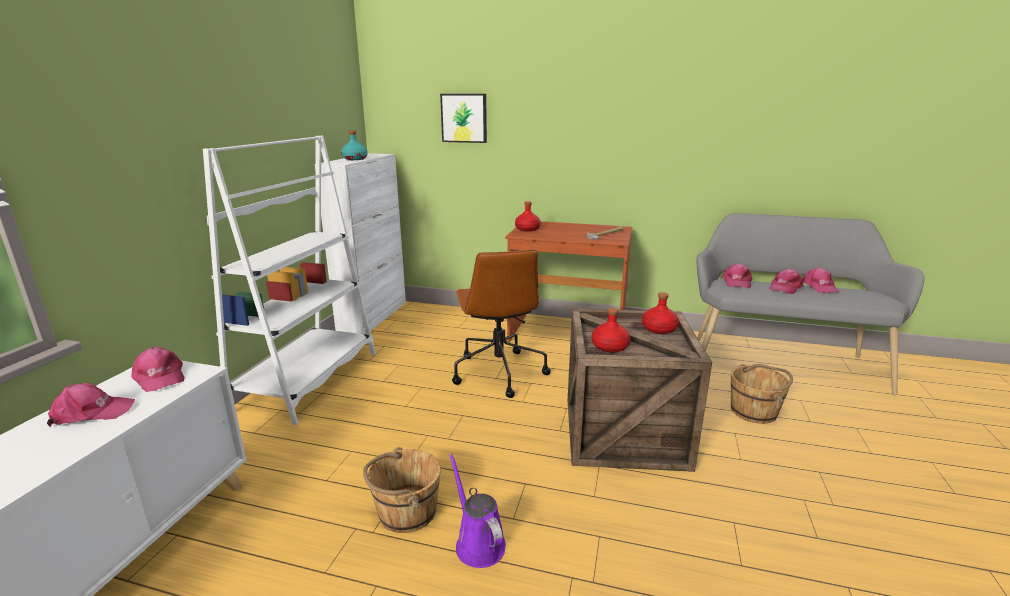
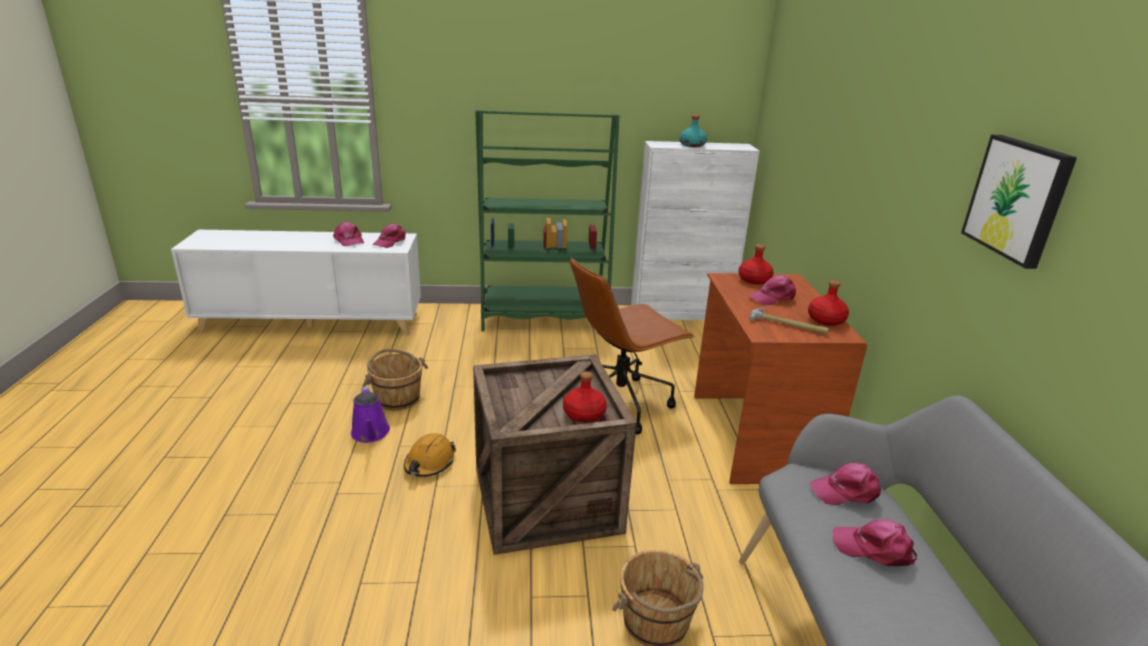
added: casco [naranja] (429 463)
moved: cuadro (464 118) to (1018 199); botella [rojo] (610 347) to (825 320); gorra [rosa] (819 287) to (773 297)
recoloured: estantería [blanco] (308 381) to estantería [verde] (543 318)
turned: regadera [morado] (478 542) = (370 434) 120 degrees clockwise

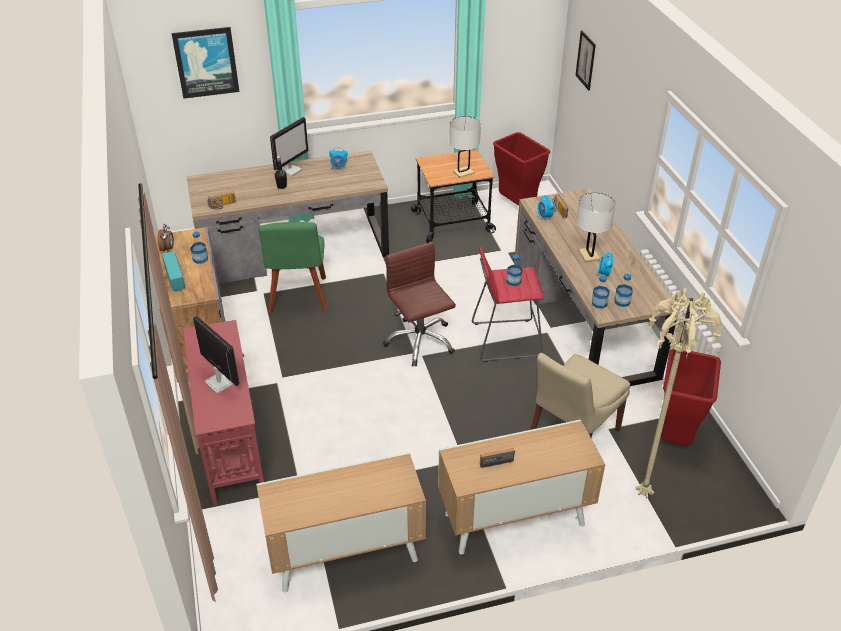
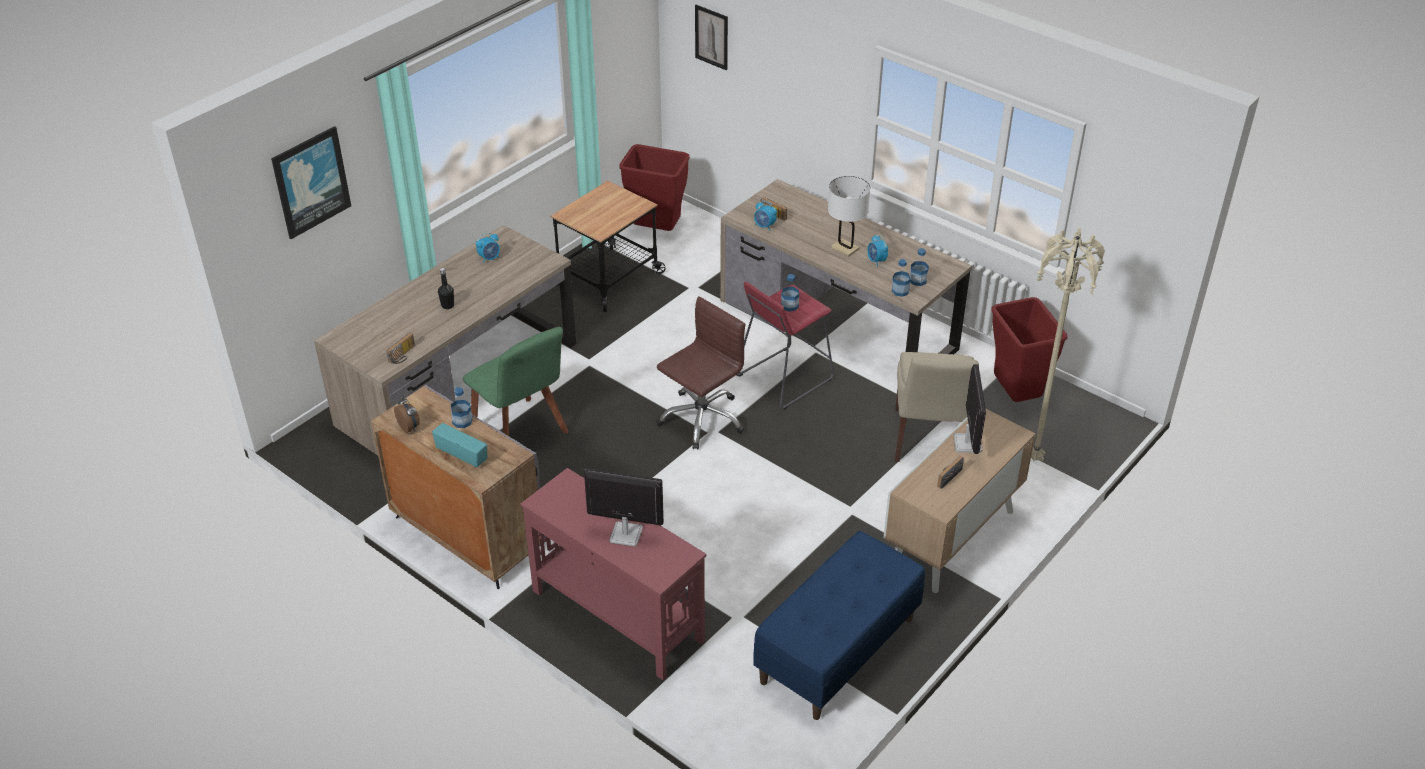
removed: lámpara de mesa [blanco] (463 172)
moved: monitor (290 170) to (967 443)
replaced: armario (345 555) to banco [azul] (837 651)
turned: silla de oficina [marrón] (419 341) = (701 419) 105 degrees clockwise

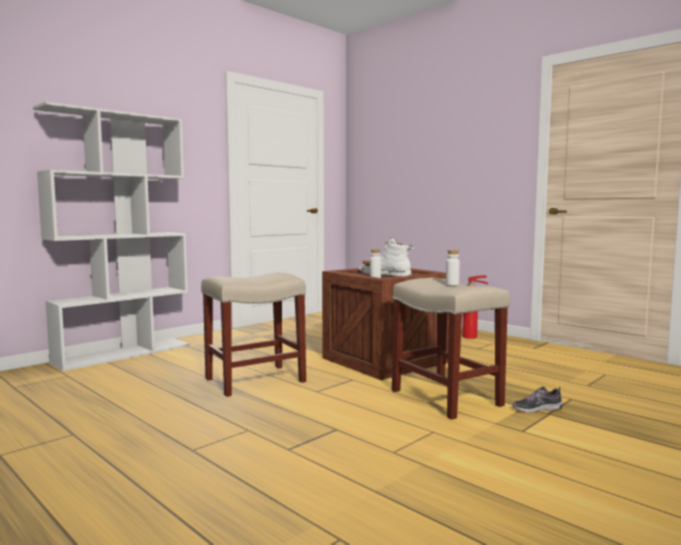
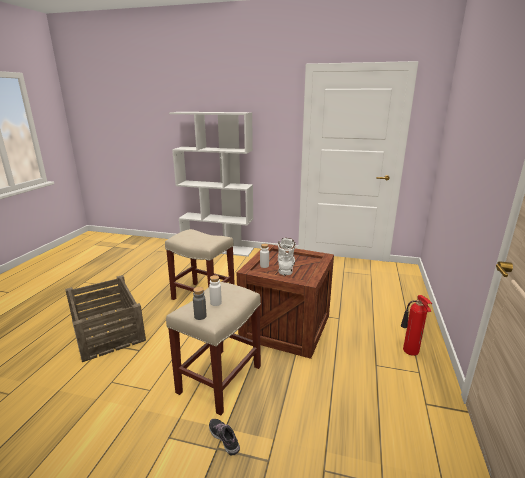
added: caja de embalaje (108 330); botella [gris] (200 316)

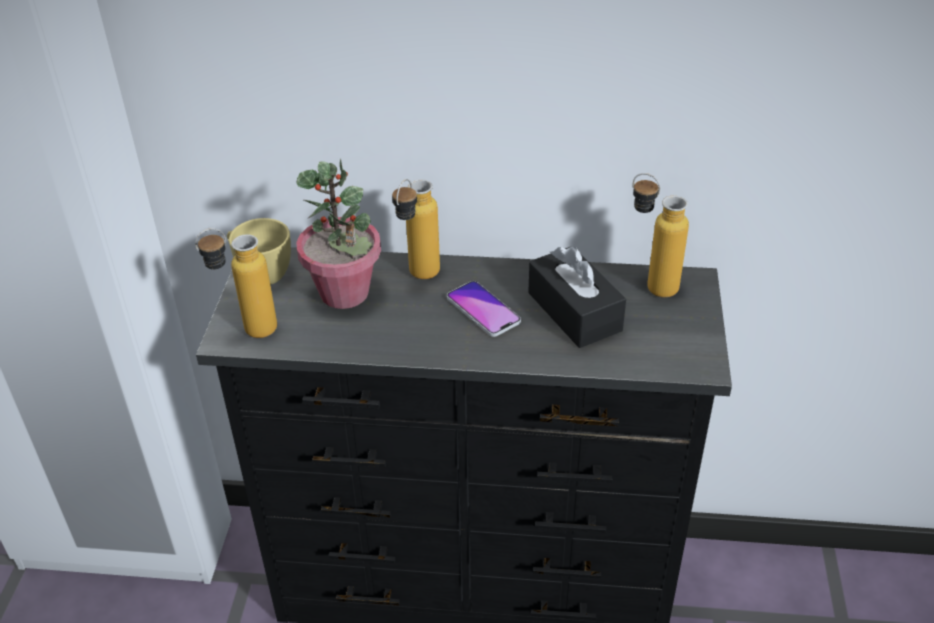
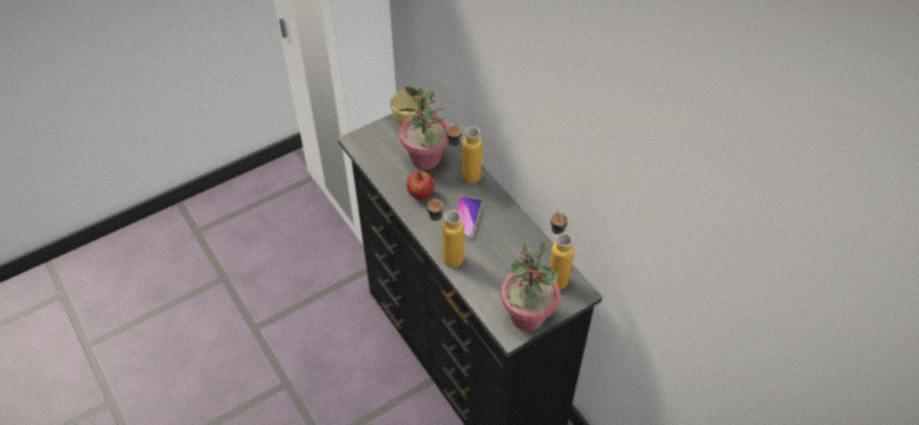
removed: caja de pañuelos [negro] (574 311)
added: manzana (421 194); planta en maceta (527 317)
moved: botella (247 332) to (445 256)

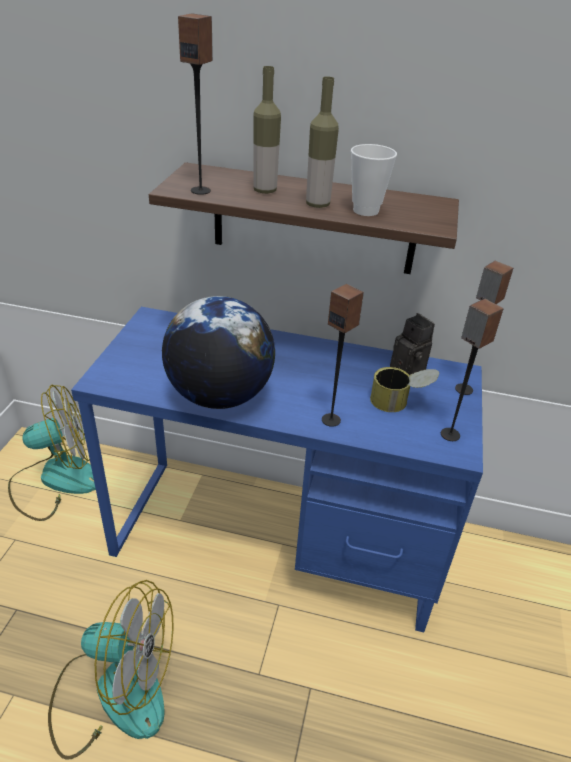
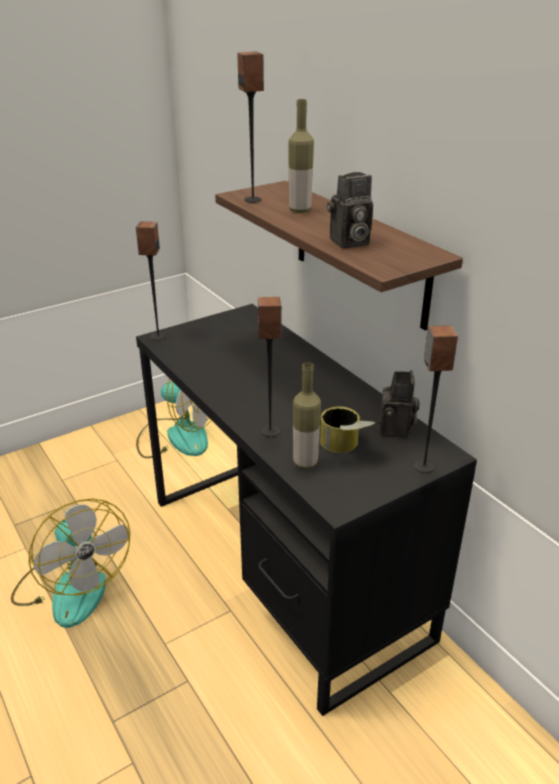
removed: globo terráqueo (219 396)
moved: botella (317 204) to (305 463); altavoz (449 435) to (158 336)
replaced: taza (365 211) to cámara (348 242)
recoloured: escritorio [azul] (277 539) to escritorio [negro] (283 565)

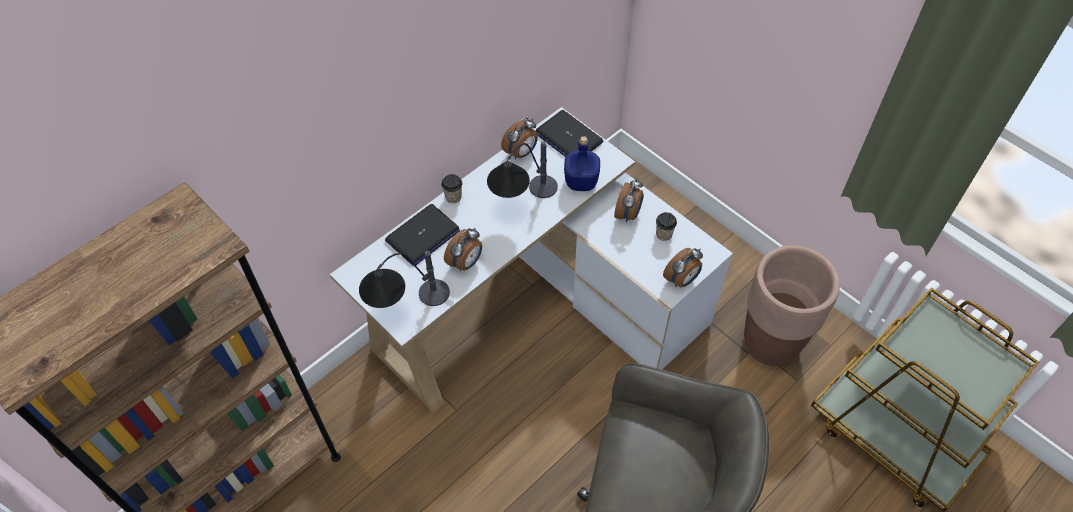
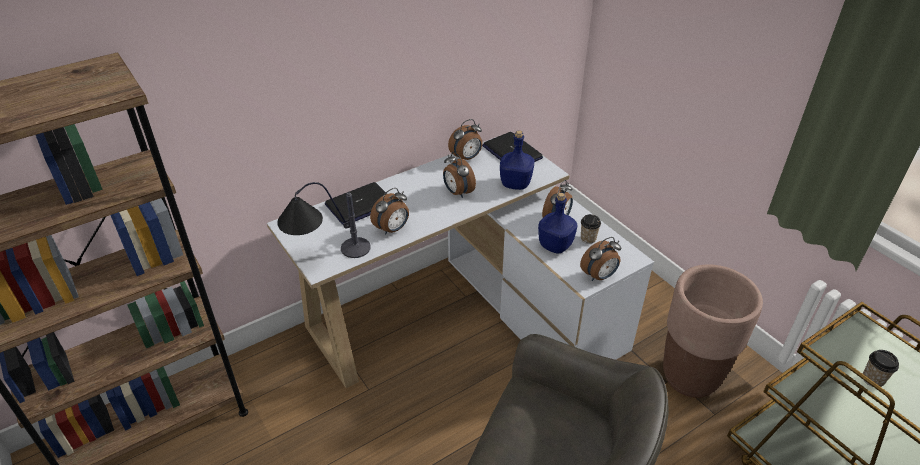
added: botella [azul] (555 245)
moved: taza (453 197) to (872 379)
replaced: lámpara de mesa (522 203) to despertador (457 192)

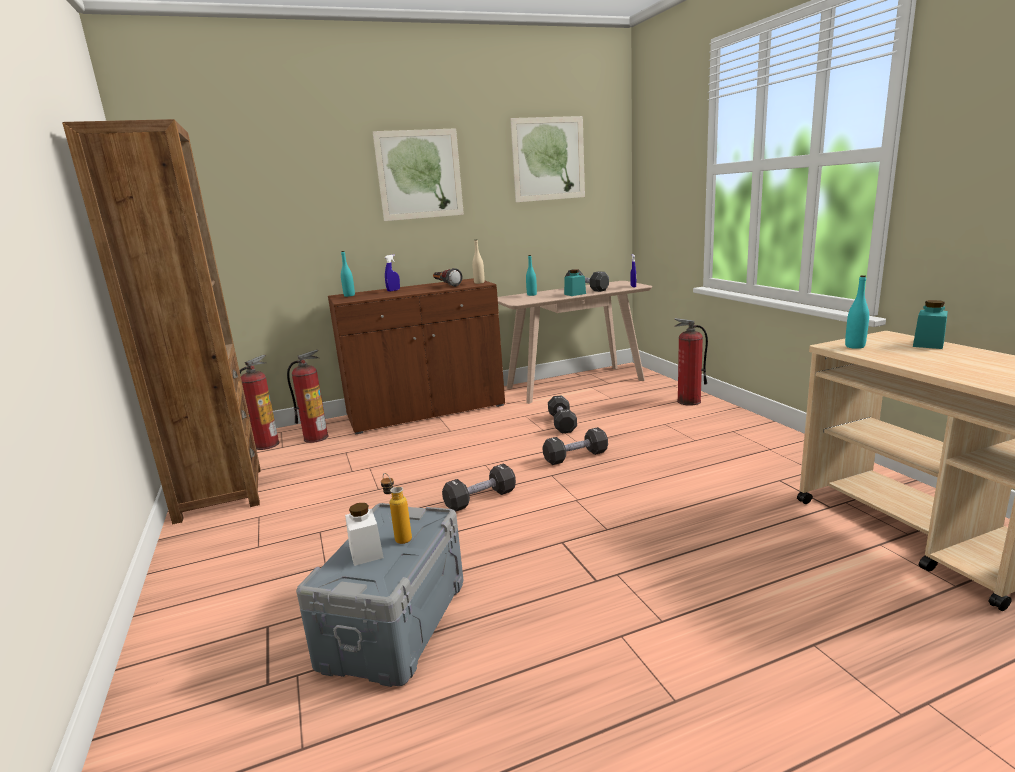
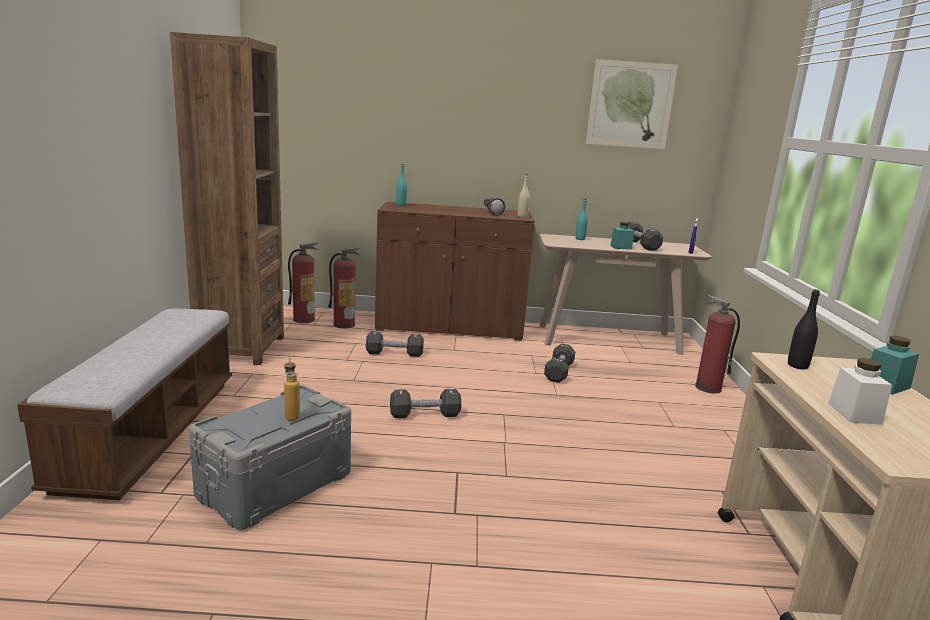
removed: cuadro (419 174); pulverizador [azul] (393 290)
added: banco (151 431)
moved: tarro [blanco] (366 552) to (854 414); mancuerna [negro] (575 457) to (394 353)
recoloured: botella [turquesa] (854 346) to botella [negro] (797 366)

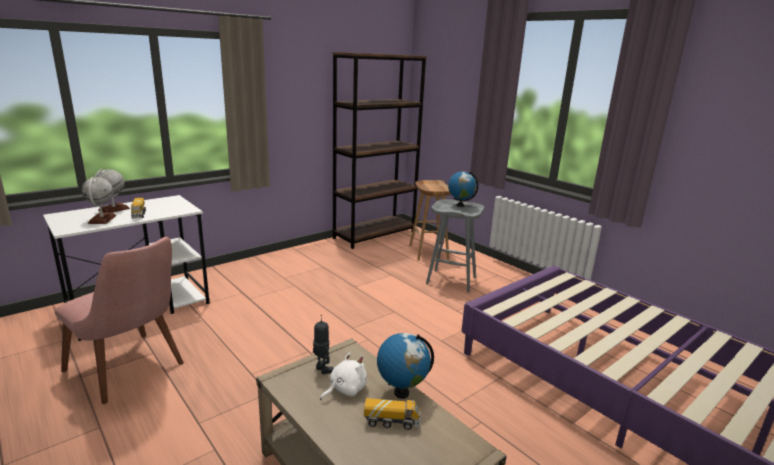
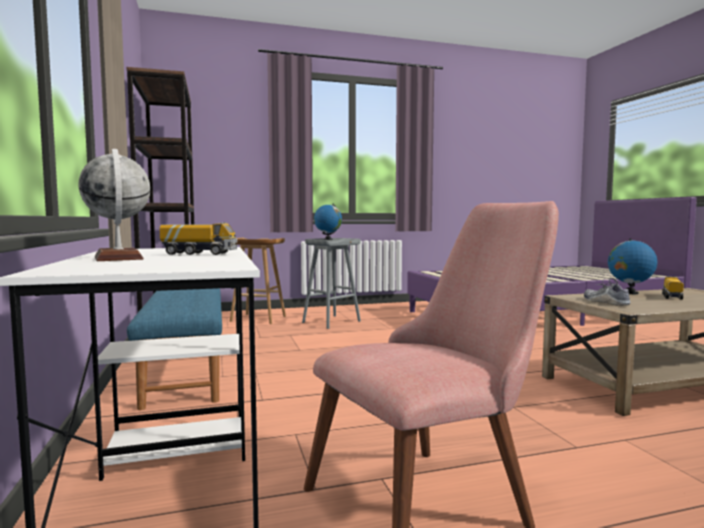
removed: globo terráqueo (102 219); peluche [blanco] (345 389)
added: banco [azul] (184 370)
replaced: robot de juguete (322 369) to zapato (605 302)

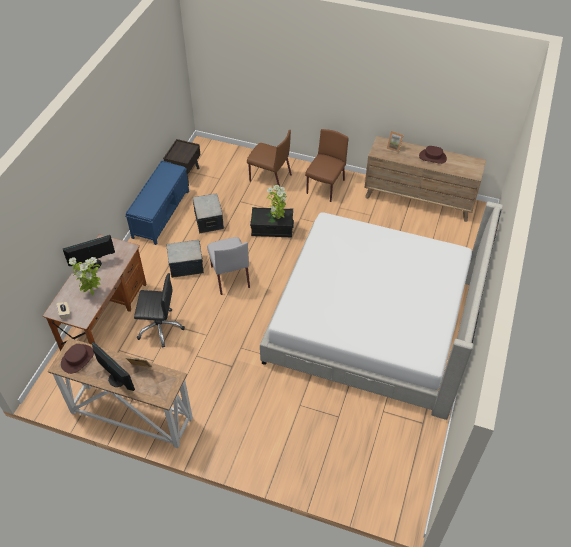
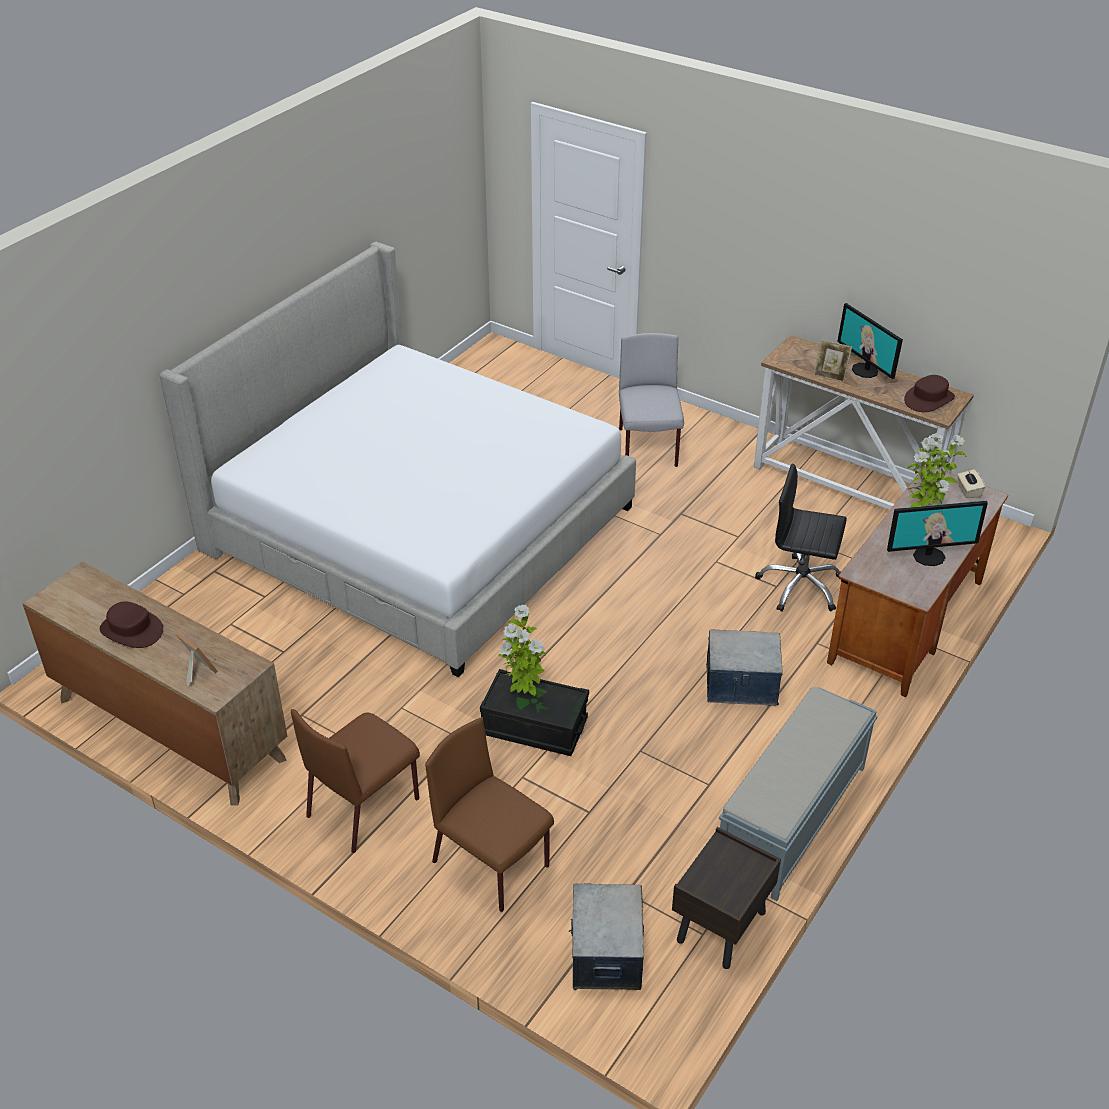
moved: caja de almacenaje (209 220) to (605 953); silla [gris] (230 276) to (648 449)
recoloured: banco [azul] (161 214) to banco [gris] (791 818)

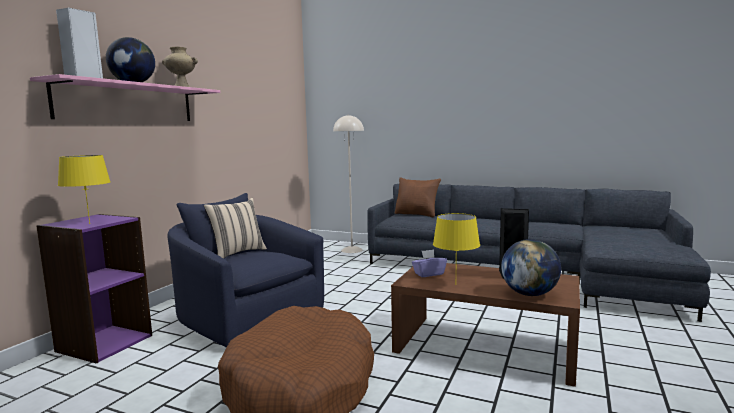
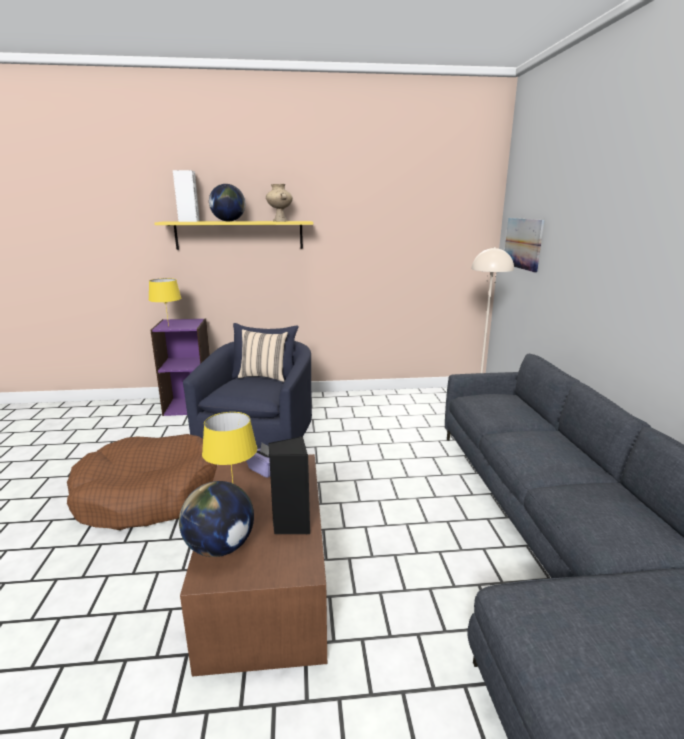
removed: cojín [marrón] (416 214)
added: cuadro (522 243)
recoloured: estante [rosa] (128 103) to estante [amarillo] (239 235)

